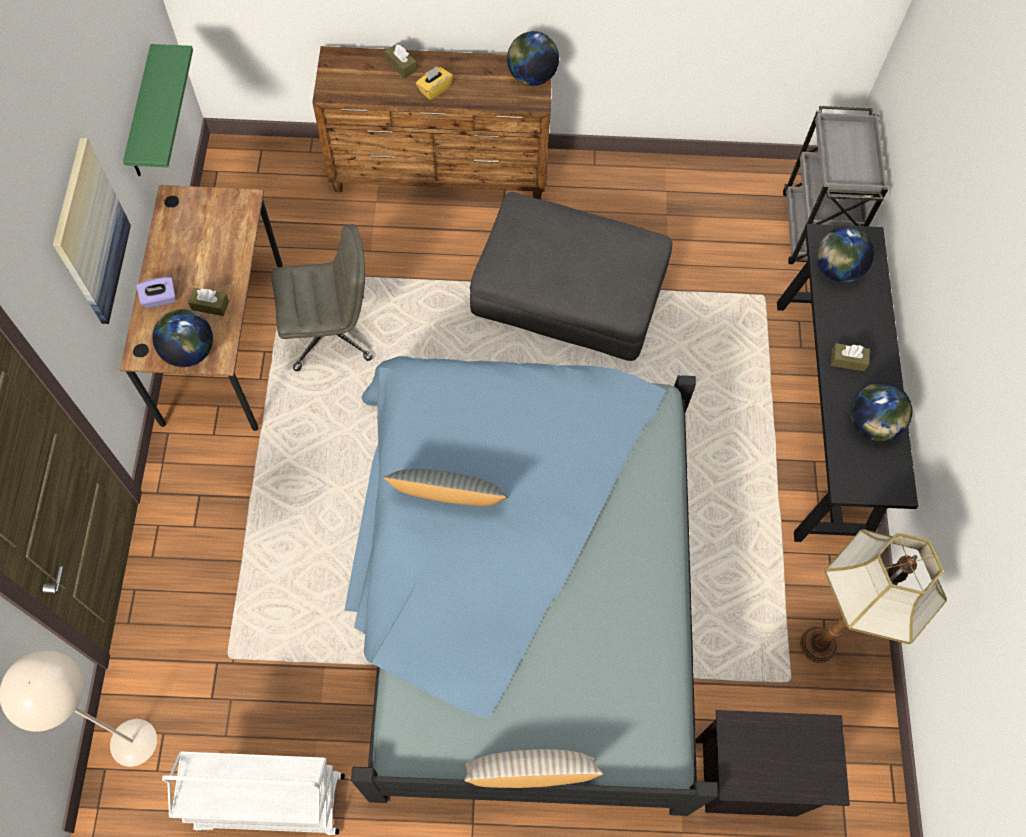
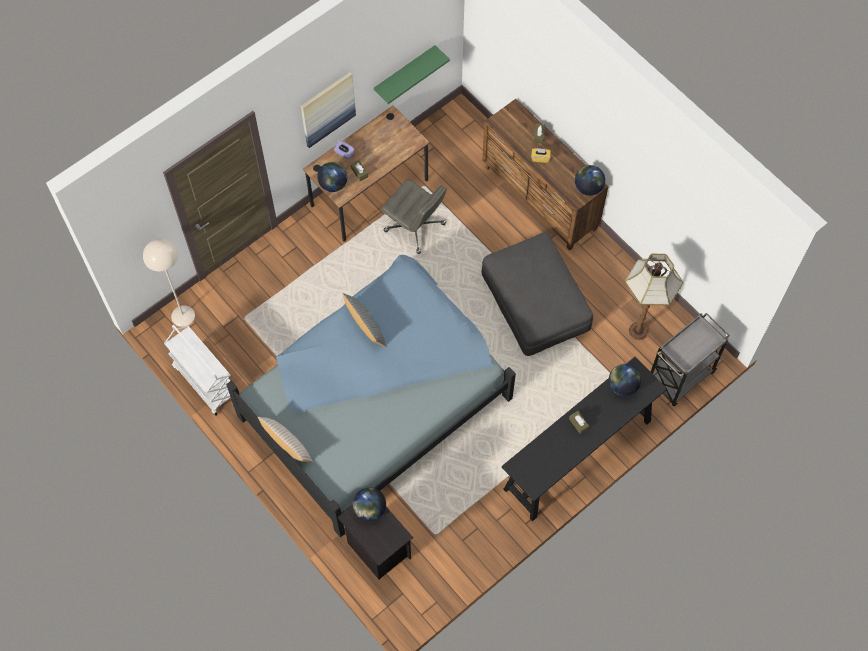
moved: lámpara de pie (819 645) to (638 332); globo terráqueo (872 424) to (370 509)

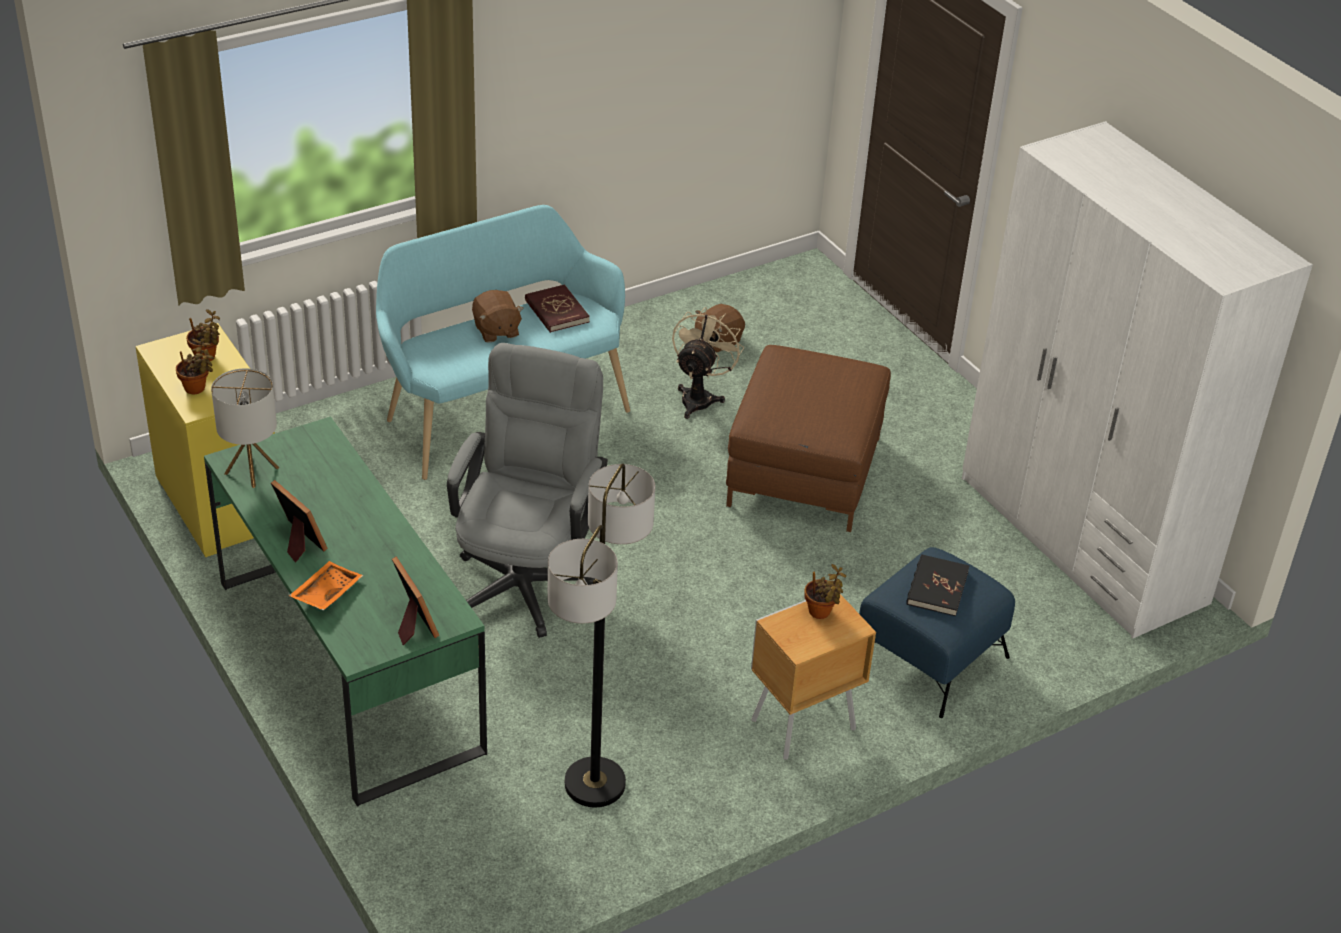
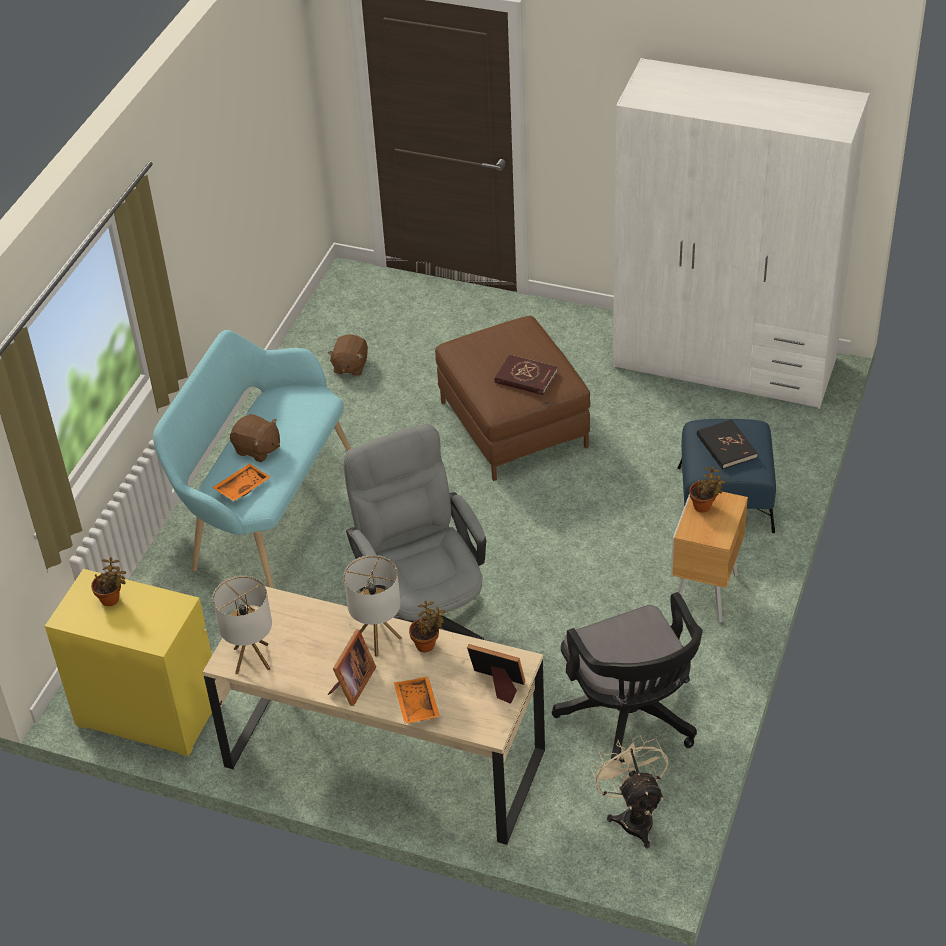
added: bandeja [naranja] (241 487); lámpara de mesa (378 638)
moved: planta en maceta (197 388) to (427 644); libro [rojo] (556 311) to (525 377); ventilador [beis] (699 397) to (633 816)
replaced: lámpara de pie (594 784) to silla de oficina [negro] (631 720)
recoloured: escritorio [verde] (349 665) to escritorio [beis] (384 758)
turned: portarretratos (298 542) = (351 685) 105 degrees clockwise

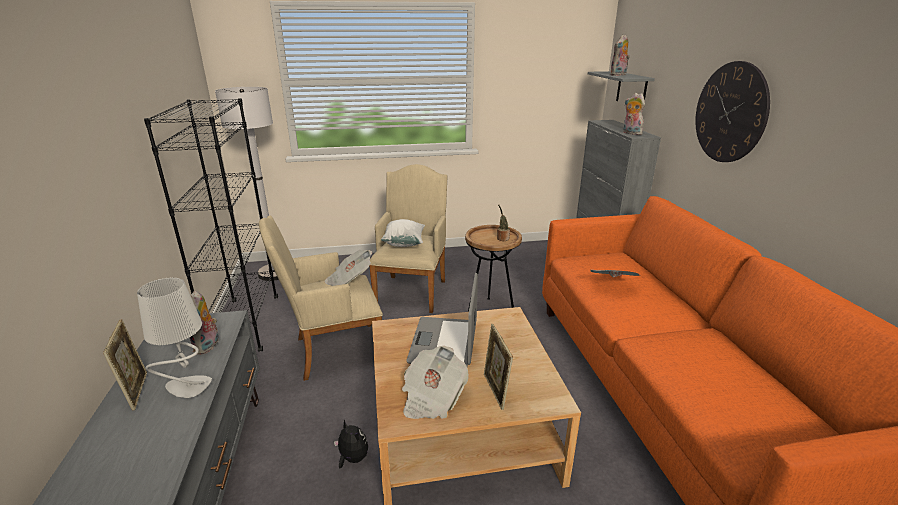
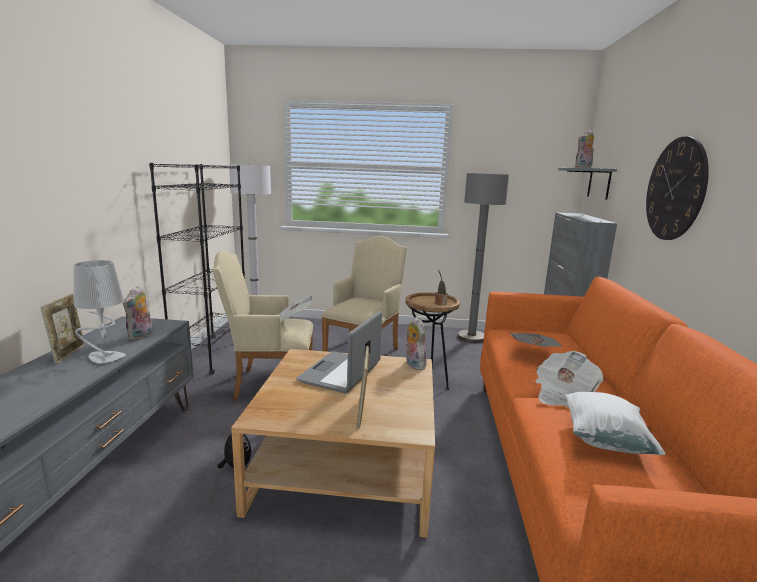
added: lámpara de pie [gris] (471 337)
moved: cojín [blanco] (404 243) to (605 440); periódico (432 398) to (563 395); peluche (630 133) to (413 364)

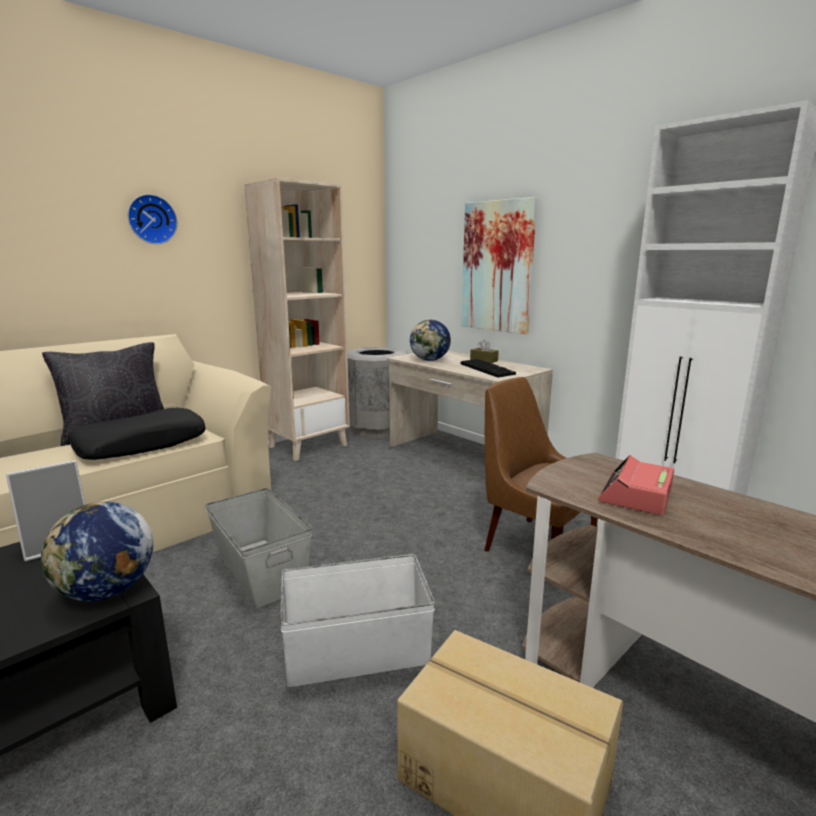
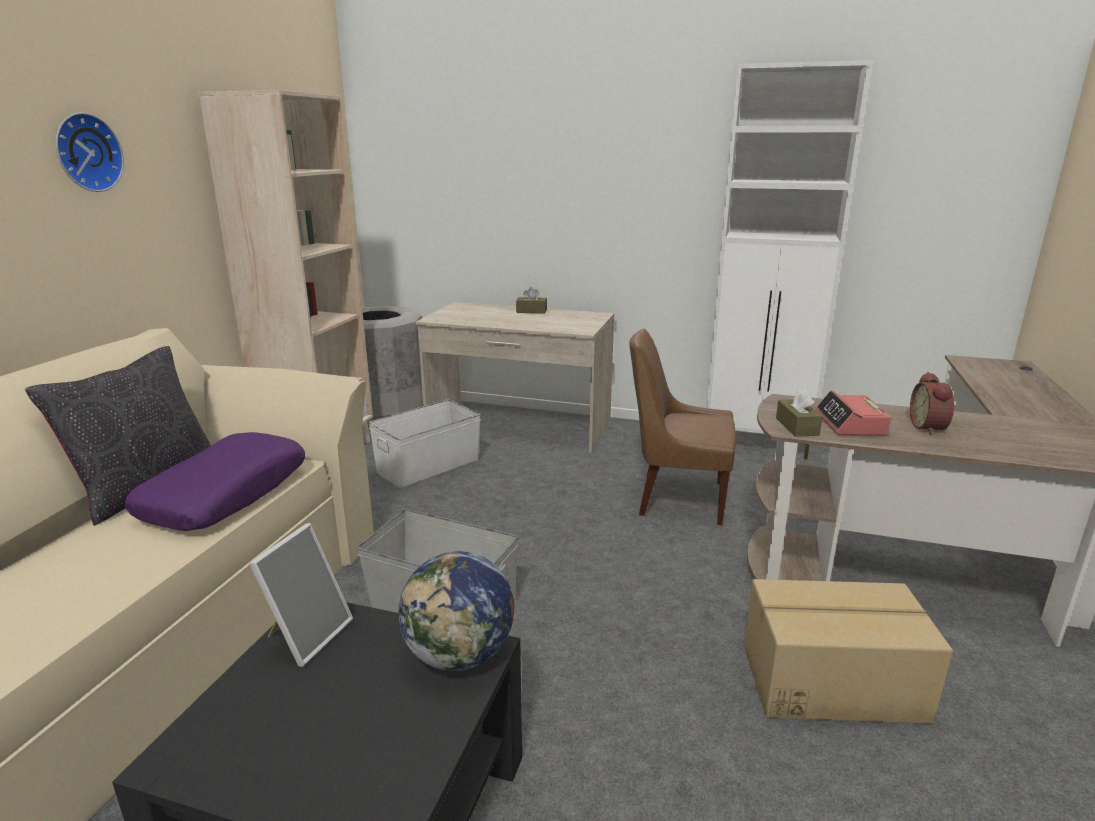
removed: globo terráqueo (430 360); teclado (488 369); cuadro (497 267)
added: caja de pañuelos [marrón] (797 427); despertador (929 428)
moved: caja de almacenaje [blanco] (358 652) to (429 466)
recoloured: cojín [negro] (141 445) to cojín [morado] (225 495)

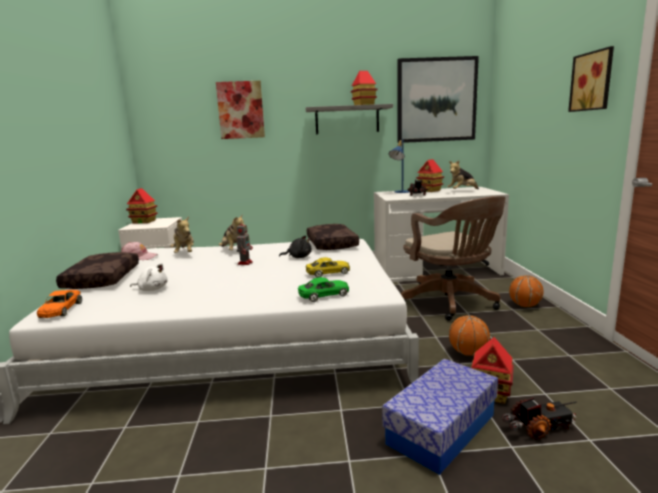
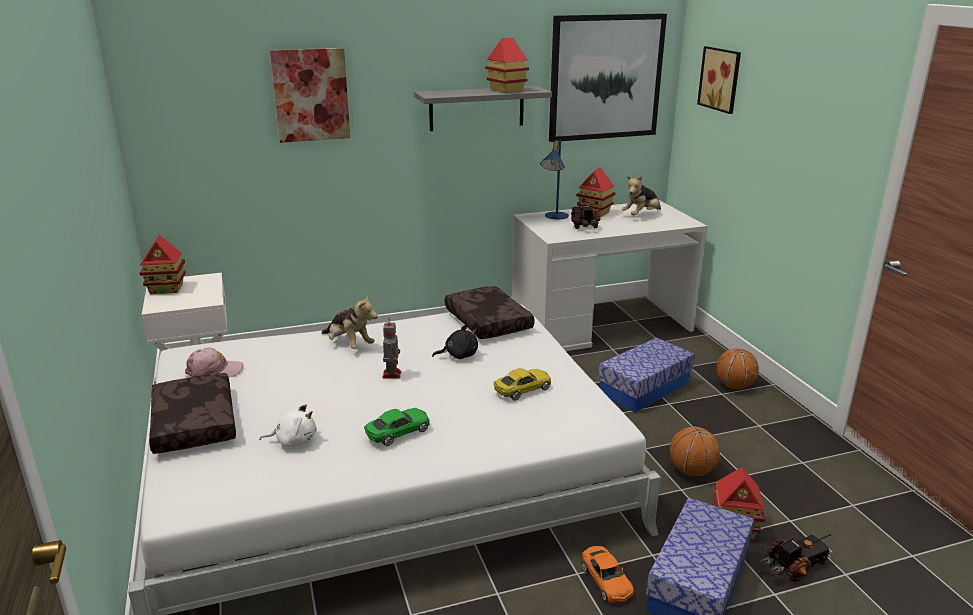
removed: peluche (184 253)
moved: coche de juguete [naranja] (61 310) to (606 580); coche de juguete [verde] (324 295) to (398 432); cuadro (593 81) to (721 79)
replaced: silla de oficina [marrón] (451 303) to caja de almacenaje (644 388)

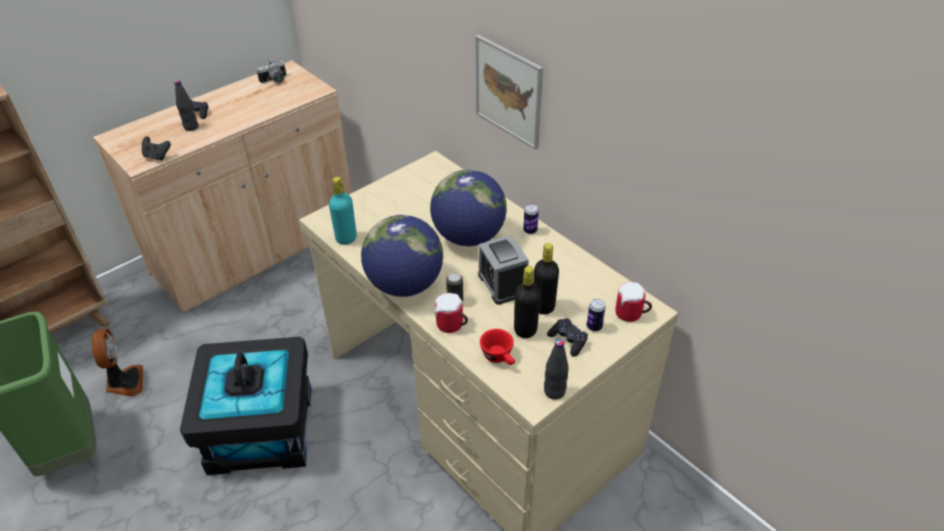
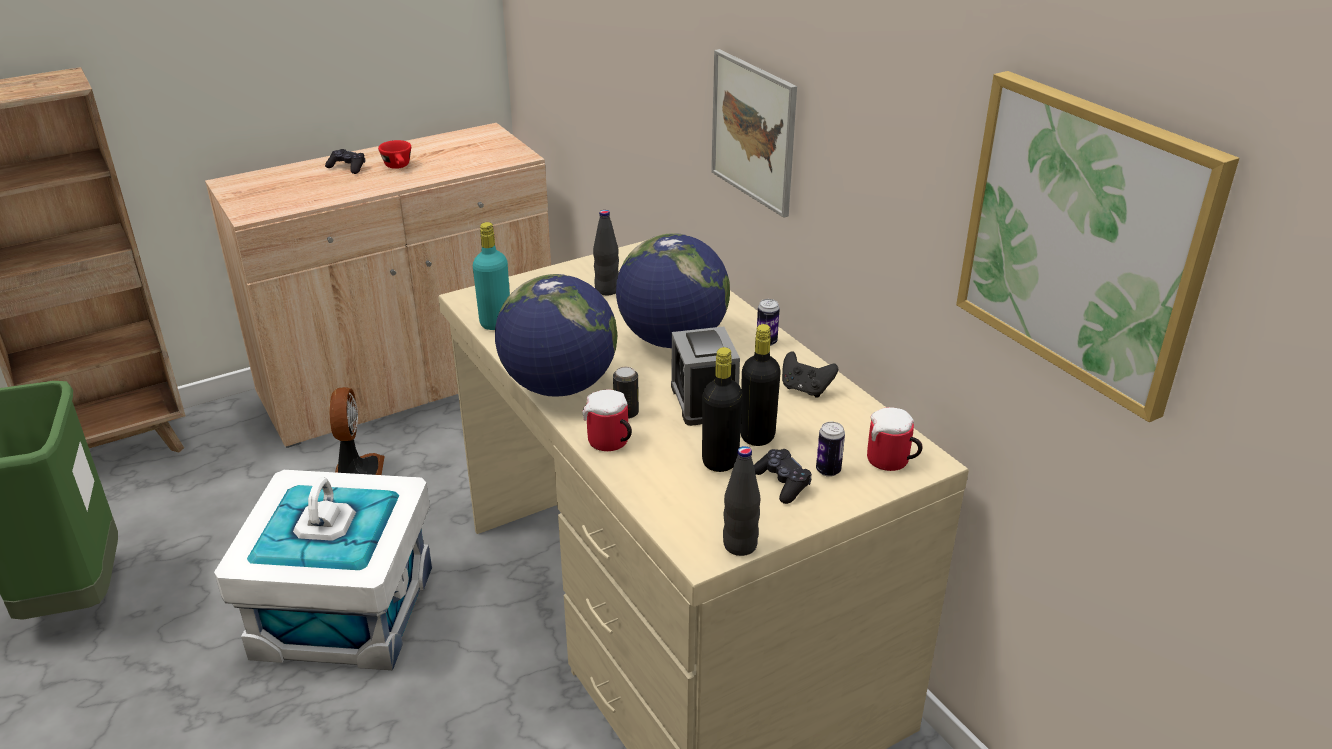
removed: cámara (275 81)
added: cuadro (1084 240)
moved: ventilador (124 382) to (358 472); mando de consola [negro] (157 156) to (805 389); botella [negro] (191 127) to (607 290); taza [rojo] (500 358) to (399 167)
recoloured: caja de almacenaje [negro] (260 429) to caja de almacenaje [blanco] (343 611)

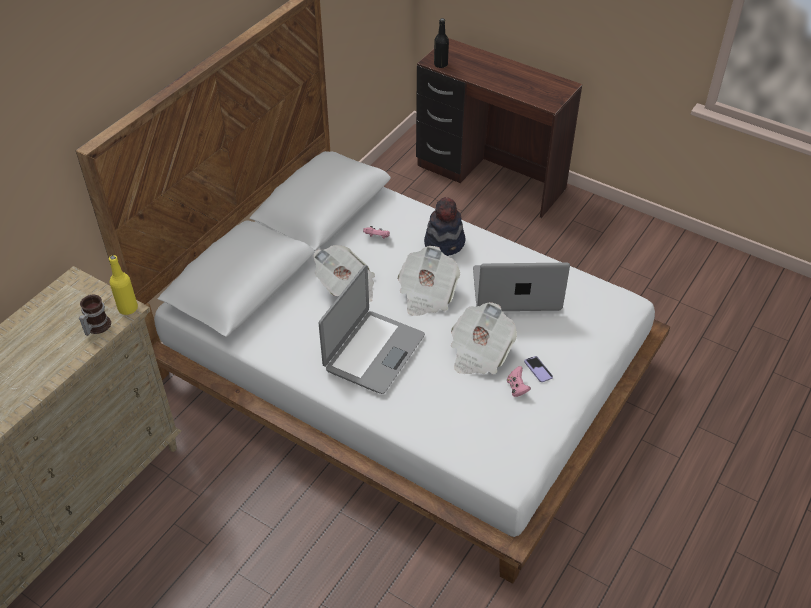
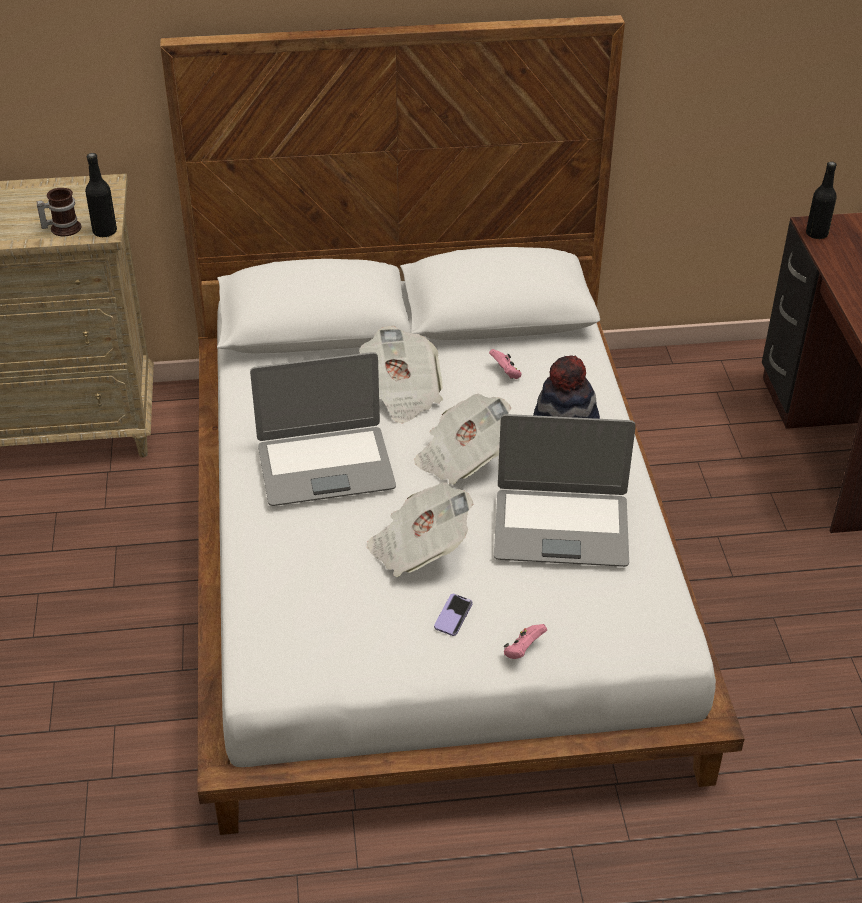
moved: mando de consola [rosa] (517 388) to (523 651)
recoloured: botella [amarillo] (128 308) to botella [negro] (105 232)
turned: portátil (516 291) = (561 528) 135 degrees clockwise

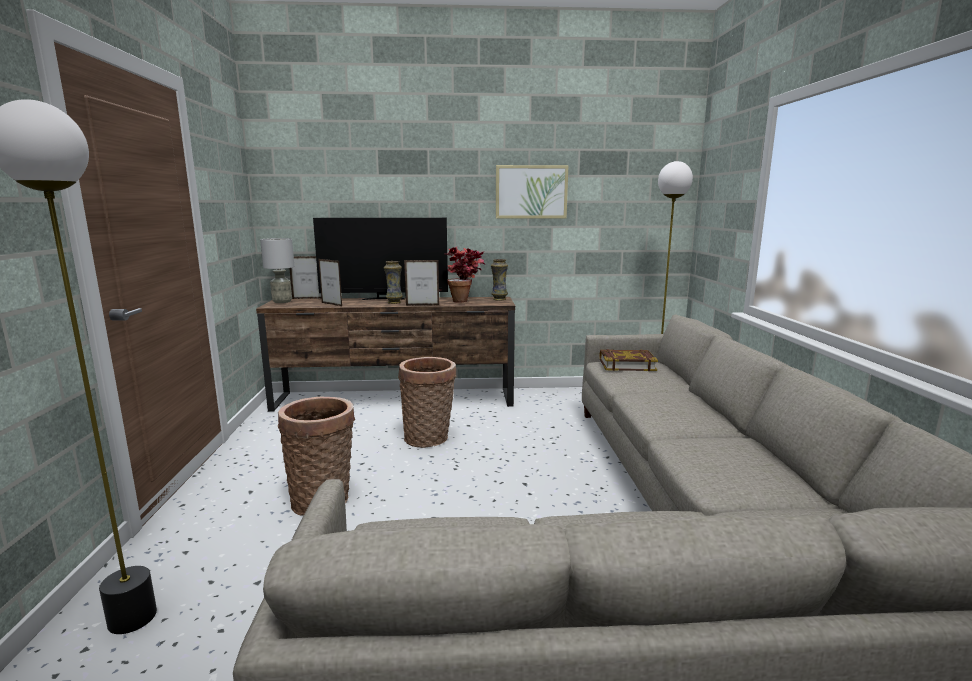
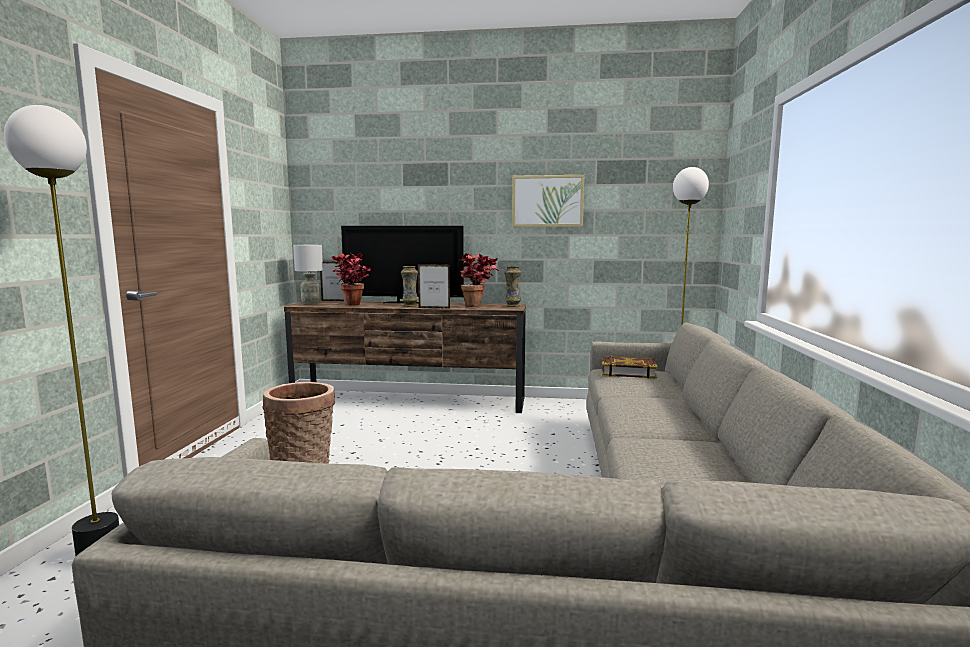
removed: cesta (429 438)
replaced: portarretratos (332 304) to planta en maceta (352 305)

